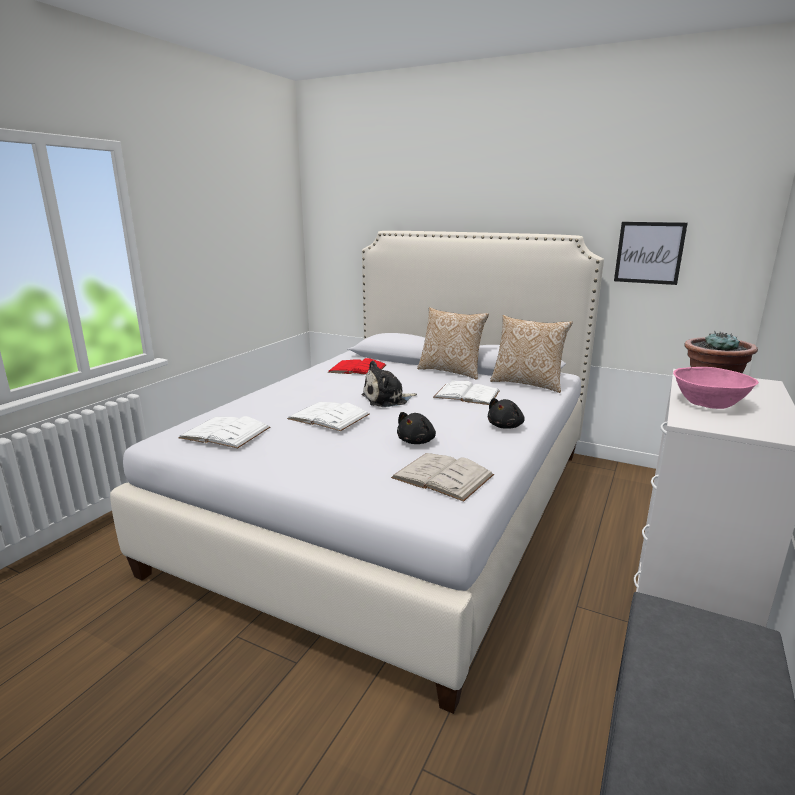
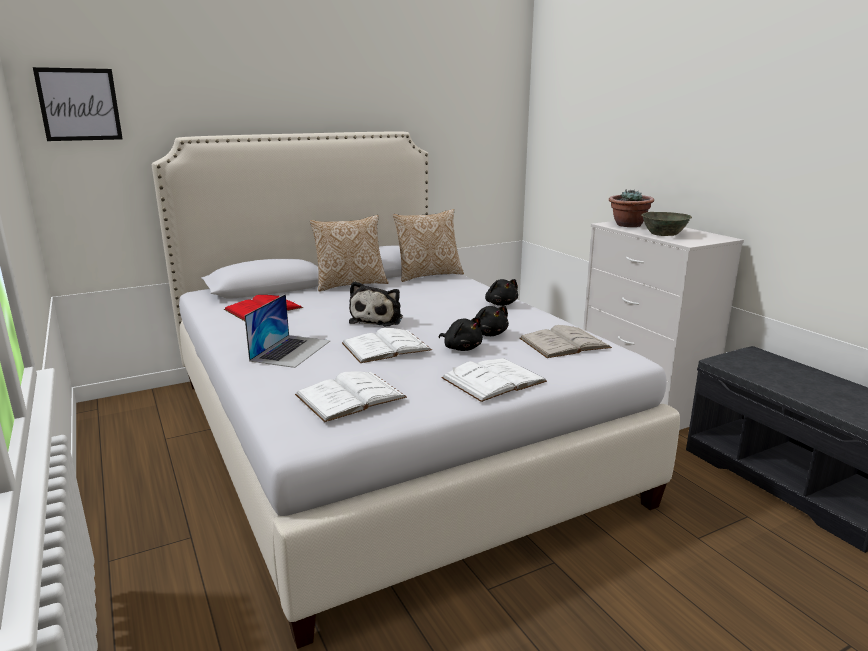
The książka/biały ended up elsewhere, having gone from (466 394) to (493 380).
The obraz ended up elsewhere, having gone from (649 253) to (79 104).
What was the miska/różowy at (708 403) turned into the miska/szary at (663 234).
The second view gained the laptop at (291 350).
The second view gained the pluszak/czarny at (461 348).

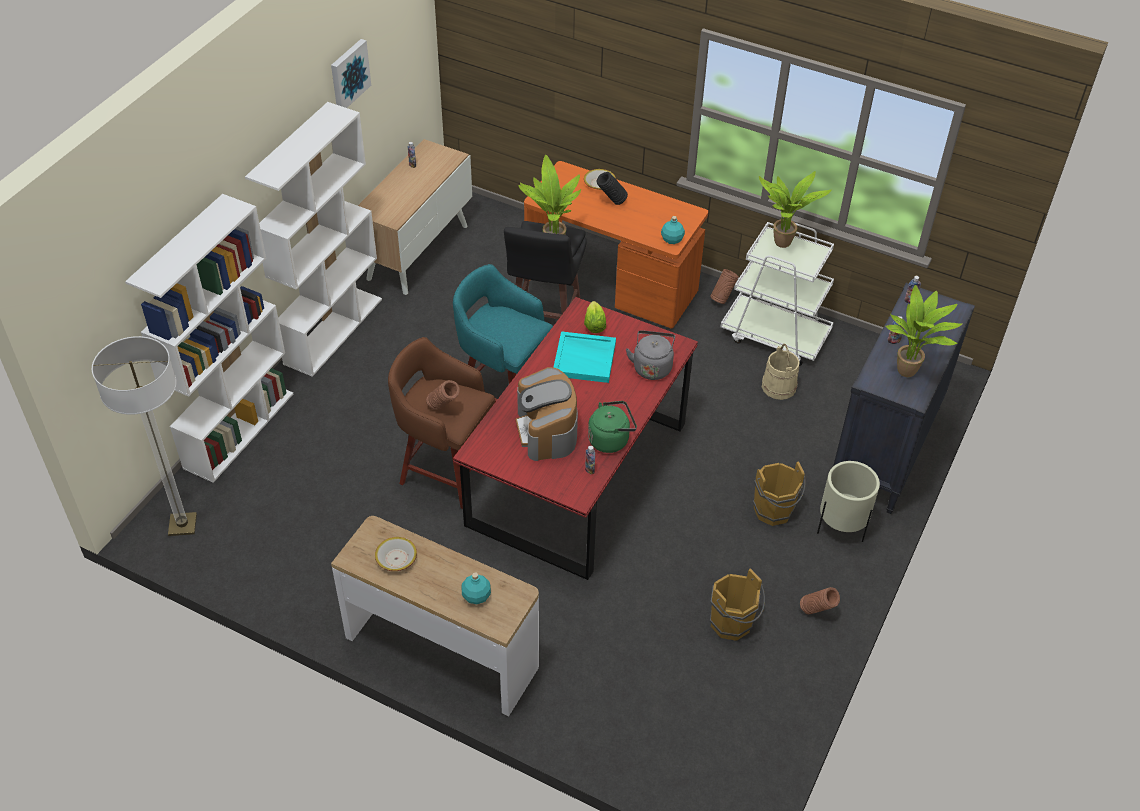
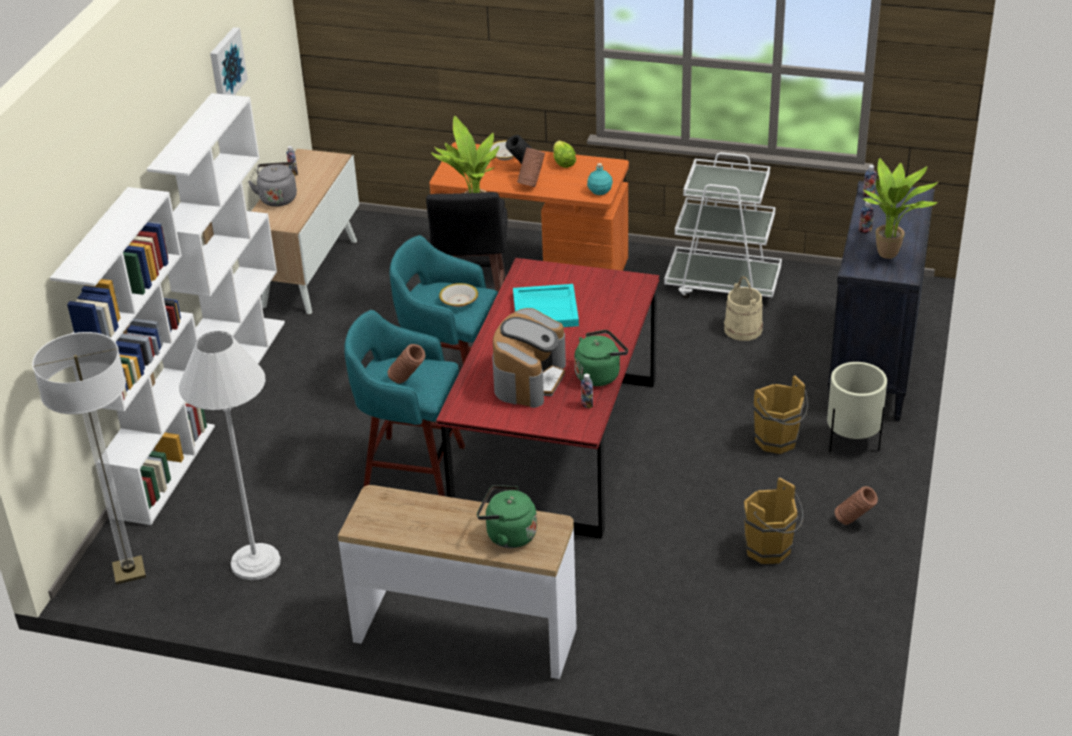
The miska ended up elsewhere, having gone from (396 559) to (459 301).
What was the stołek/brązowy at (446 469) turned into the stołek/turkusowy at (411 466).
Where the butelka/turkusowy stood at (476 596), the czajnik/zielony came to stand at (508 535).
The ekspres do kawy at (547 431) ended up facing another way, 135 degrees counterclockwise from before.
The sałata ended up elsewhere, having gone from (594 325) to (563 163).
The czajnik/szary ended up elsewhere, having gone from (652 367) to (278 198).
The wazon/brązowy ended up elsewhere, having gone from (722 299) to (531 184).
The second view lost the roślina doniczkowa at (783 245).
The second view gained the lampa stojąca/biały at (256 562).

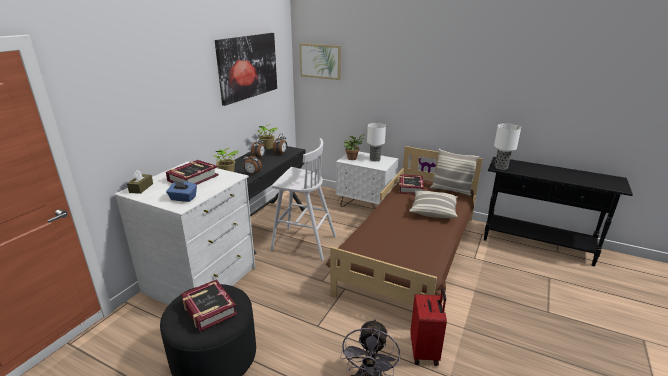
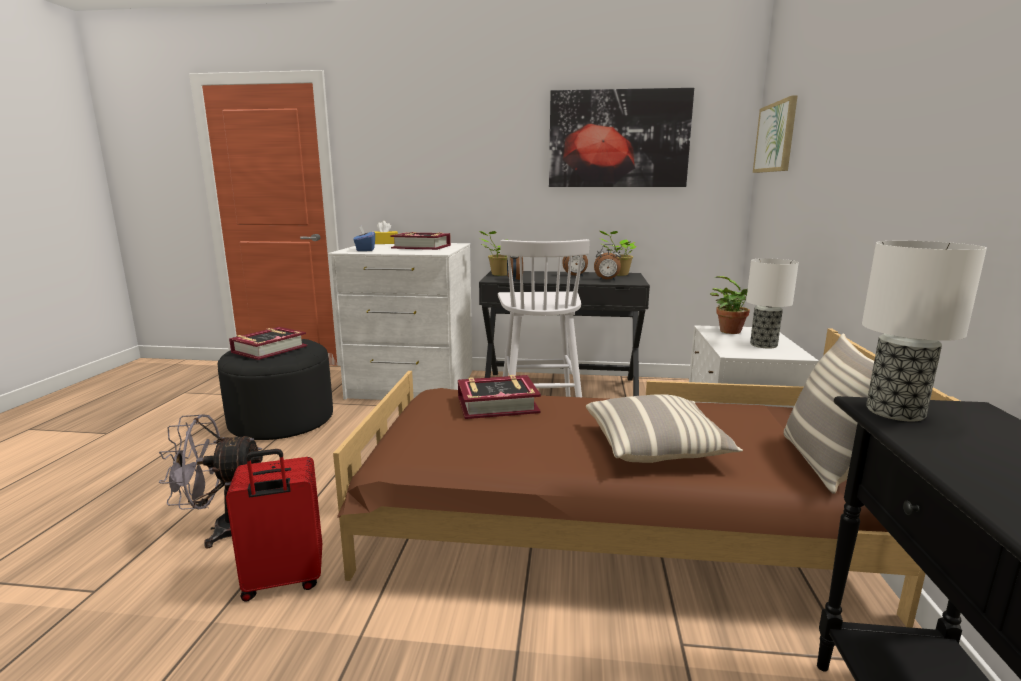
What was the pudełko chusteczek/brązowy at (141 188) turned into the pudełko chusteczek/żółty at (385 243).
The książka ended up elsewhere, having gone from (410 188) to (497 404).

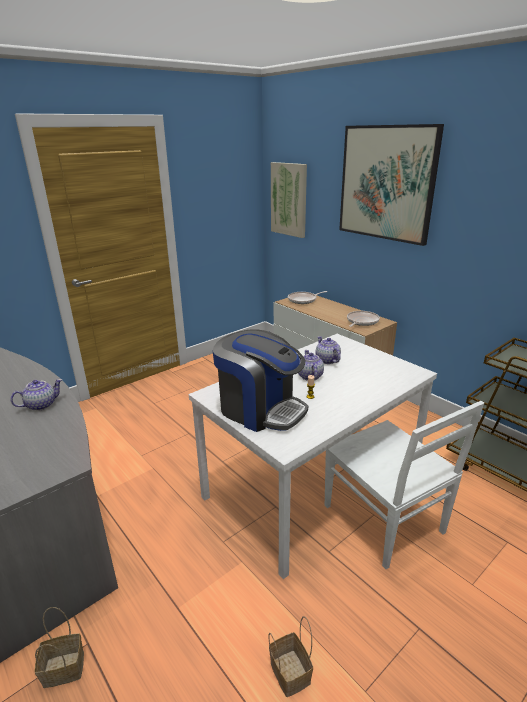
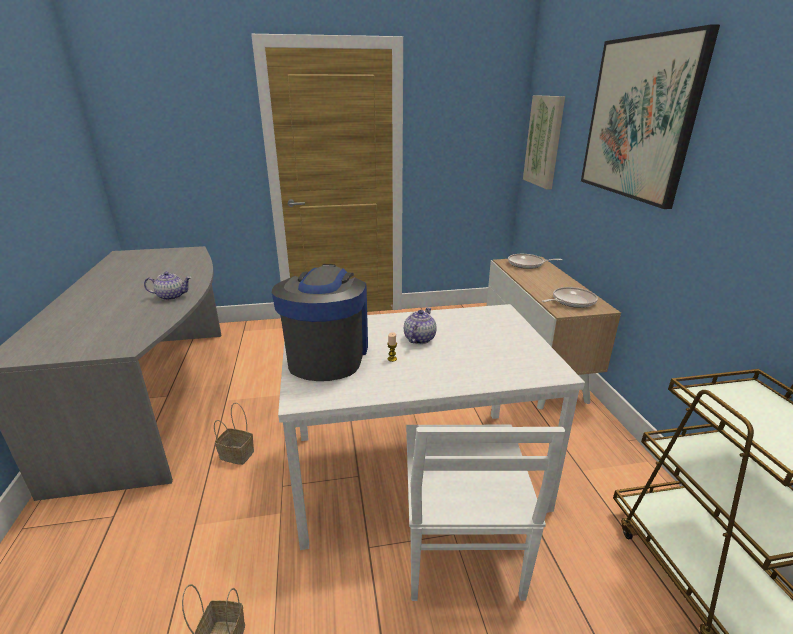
The koszyk ended up elsewhere, having gone from (62 670) to (235 455).
The ekspres do kawy at (260 409) ended up facing another way, 150 degrees counterclockwise from before.
The second view lost the imbryk at (327 360).

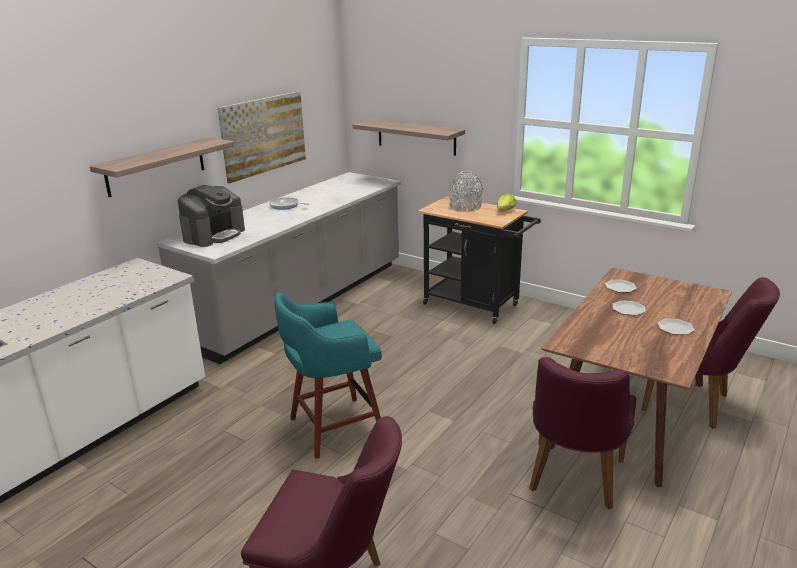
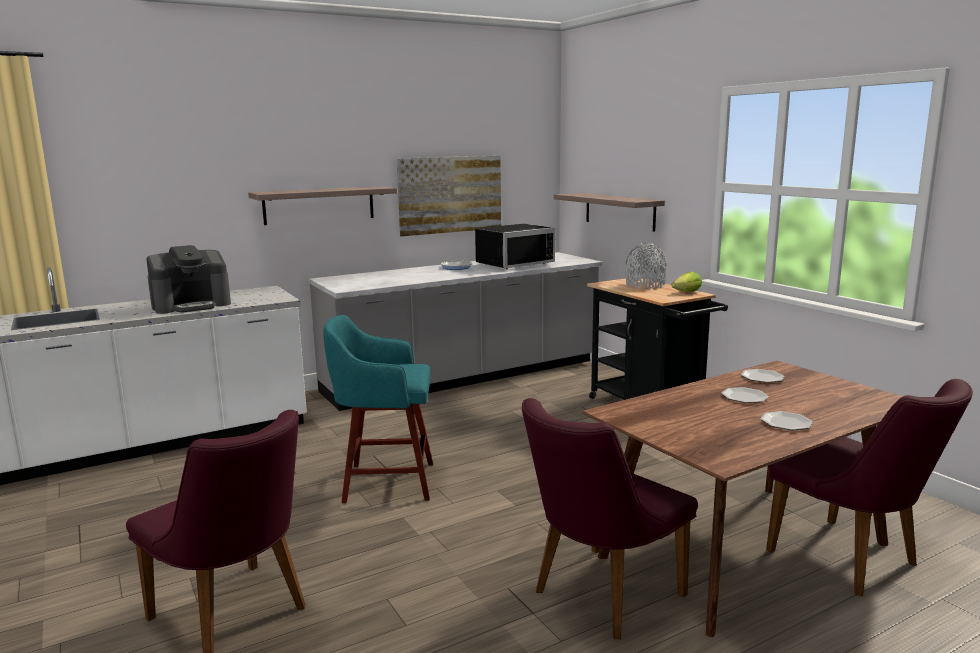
The ekspres do kawy ended up elsewhere, having gone from (214 235) to (192 305).
The second view gained the mikrofalówka/czarny at (512 263).

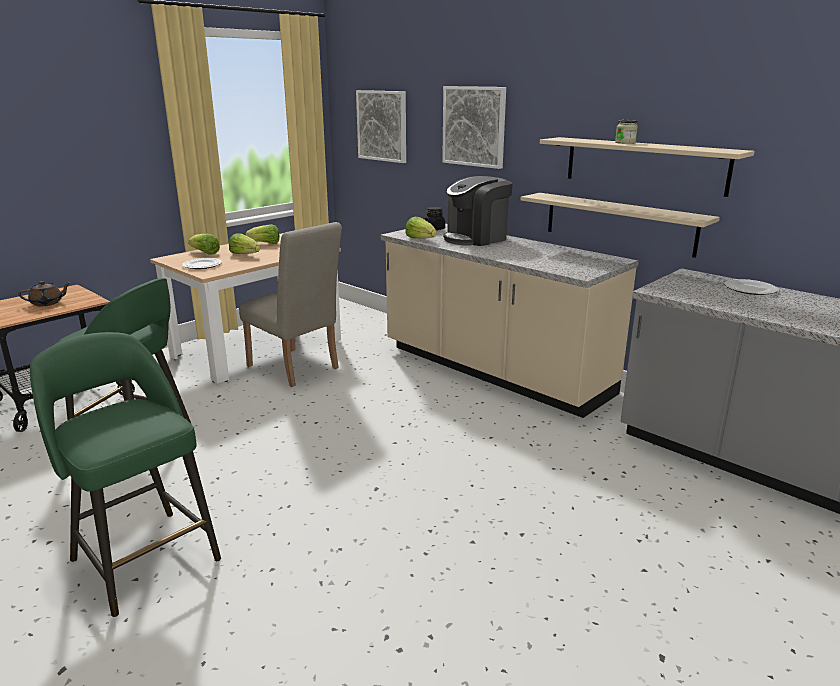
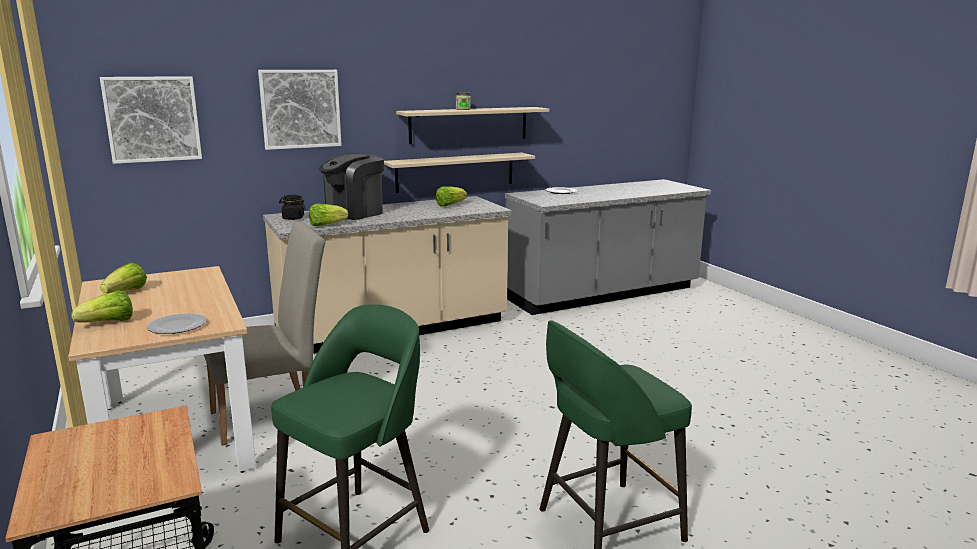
The second view lost the imbryk/brązowy at (47 303).
The sałata ended up elsewhere, having gone from (244 254) to (450 205).
The ekspres do kawy at (476 238) ended up facing another way, 60 degrees clockwise from before.

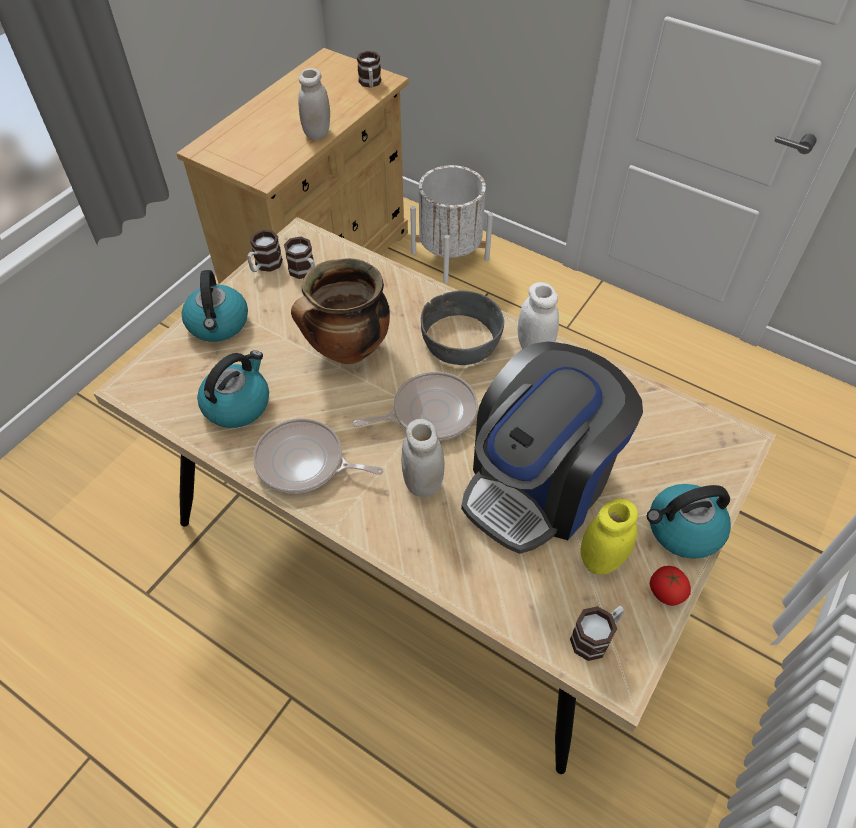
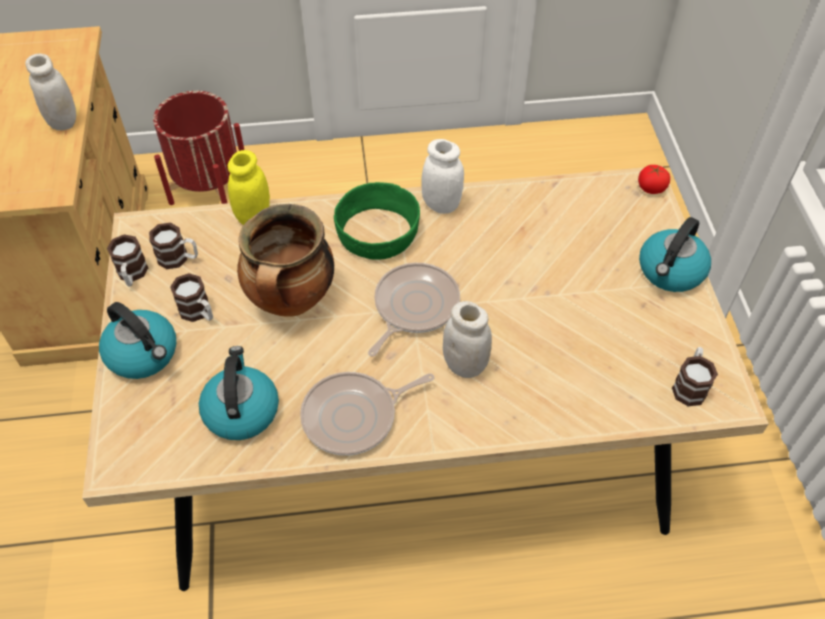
The kubek ended up elsewhere, having gone from (370 84) to (199 312).
What was the donica/biały at (450 256) turned into the donica/czerwony at (209 187).
What was the miska/szary at (462 340) turned into the miska/zielony at (379 233).
The second view lost the ekspres do kawy at (539 483).
The słoik/żółty ended up elsewhere, having gone from (601 560) to (254 217).
The pomidor ended up elsewhere, having gone from (666 592) to (651 188).

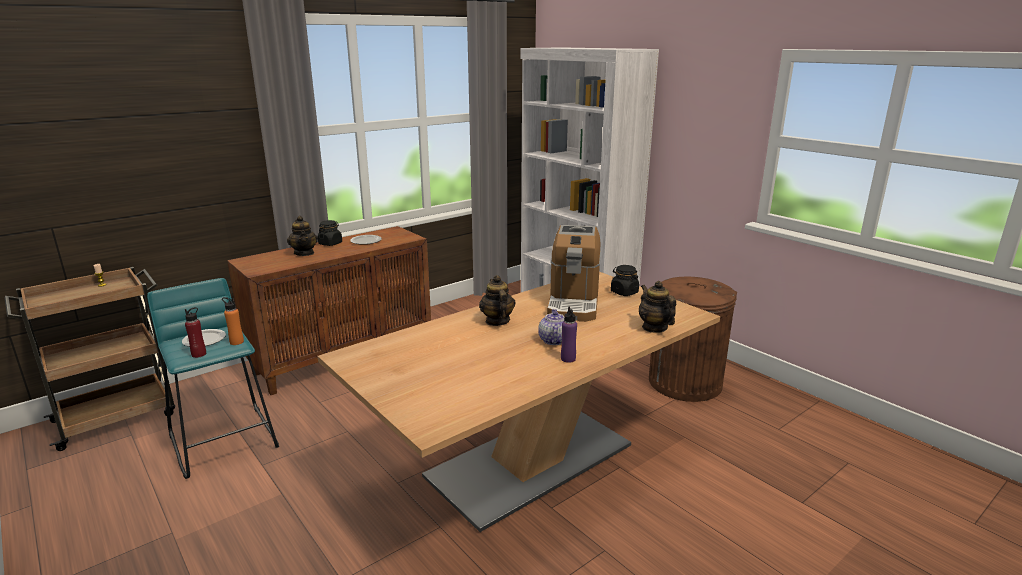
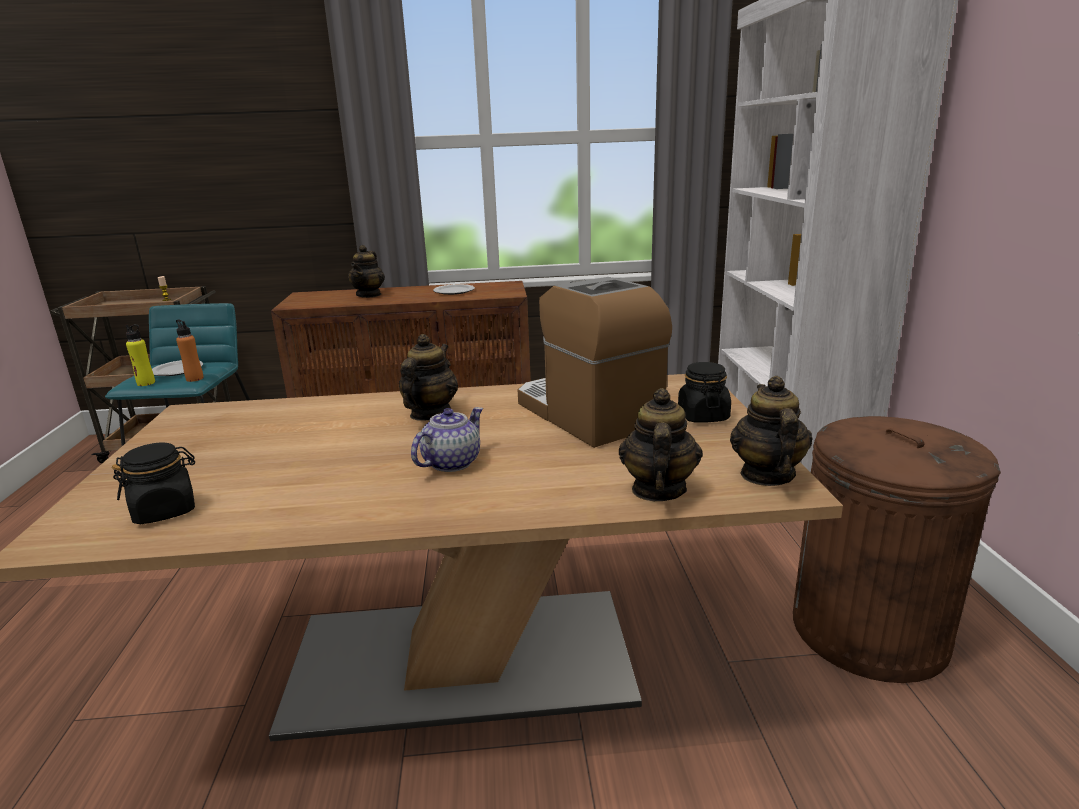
What was the butelka/czerwony at (199 354) turned into the butelka/żółty at (146 383).
The słoik/czarny ended up elsewhere, having gone from (330 243) to (165 510).
The ekspres do kawy at (573 303) ended up facing another way, 105 degrees clockwise from before.
The second view lost the butelka/fioletowy at (568 359).
The second view gained the imbryk at (766 475).

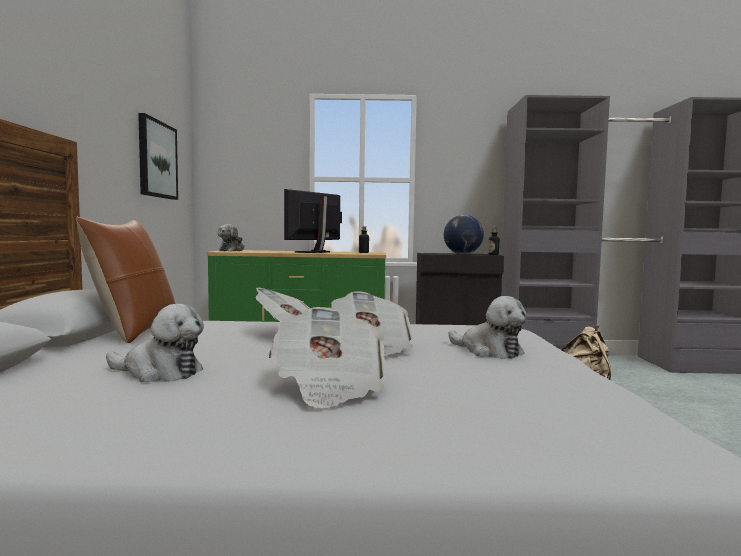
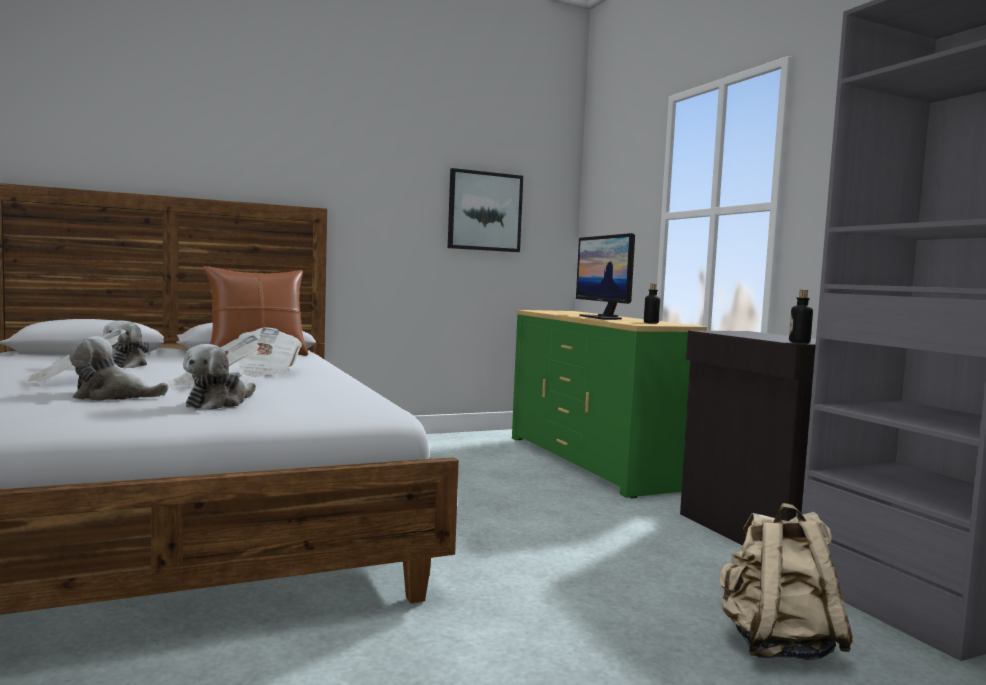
The pluszak ended up elsewhere, having gone from (232 251) to (112 396).
The monitor at (315 252) ended up facing another way, 120 degrees counterclockwise from before.
The second view lost the globus at (462 254).

